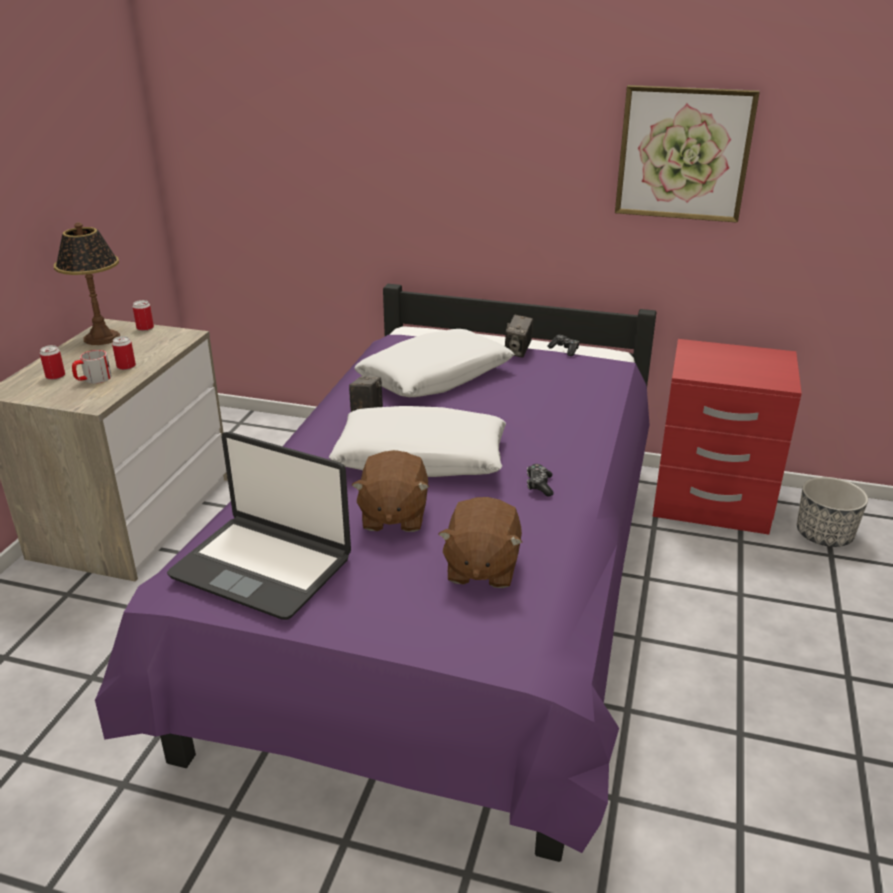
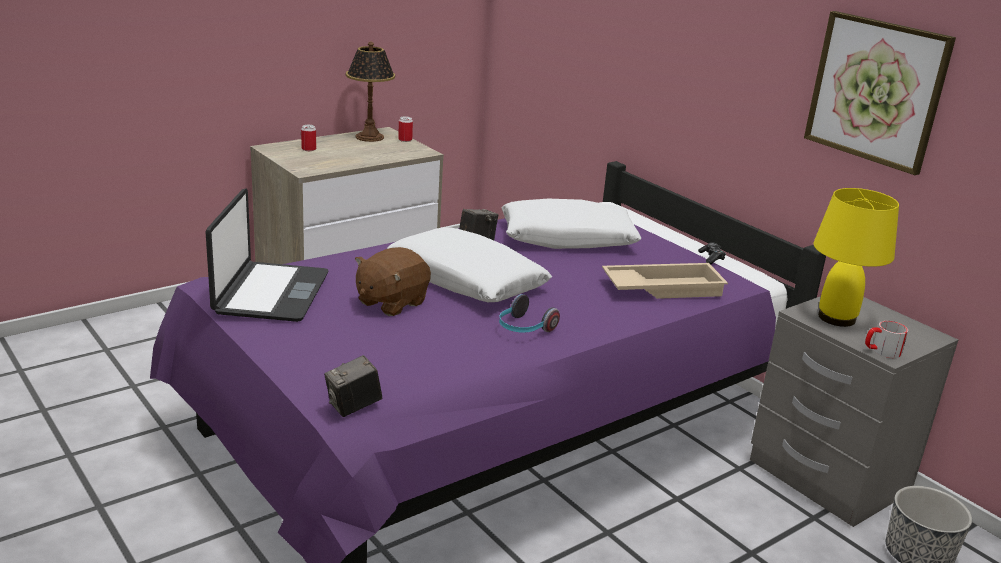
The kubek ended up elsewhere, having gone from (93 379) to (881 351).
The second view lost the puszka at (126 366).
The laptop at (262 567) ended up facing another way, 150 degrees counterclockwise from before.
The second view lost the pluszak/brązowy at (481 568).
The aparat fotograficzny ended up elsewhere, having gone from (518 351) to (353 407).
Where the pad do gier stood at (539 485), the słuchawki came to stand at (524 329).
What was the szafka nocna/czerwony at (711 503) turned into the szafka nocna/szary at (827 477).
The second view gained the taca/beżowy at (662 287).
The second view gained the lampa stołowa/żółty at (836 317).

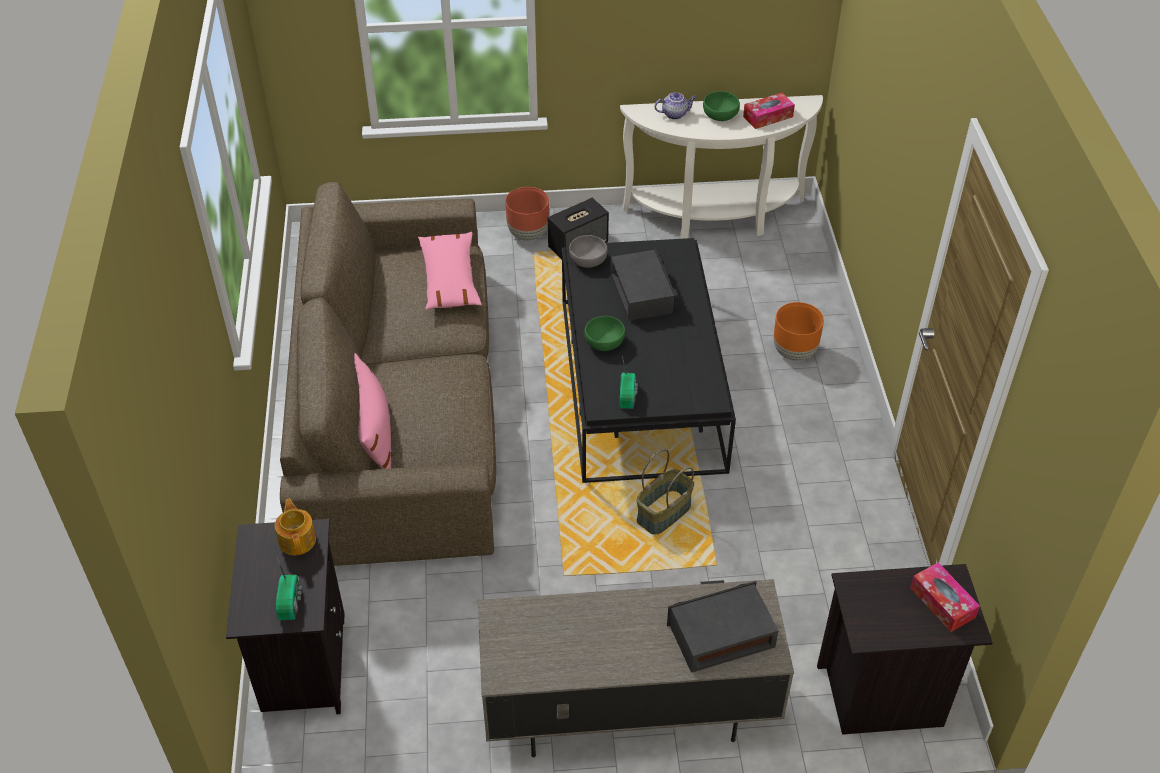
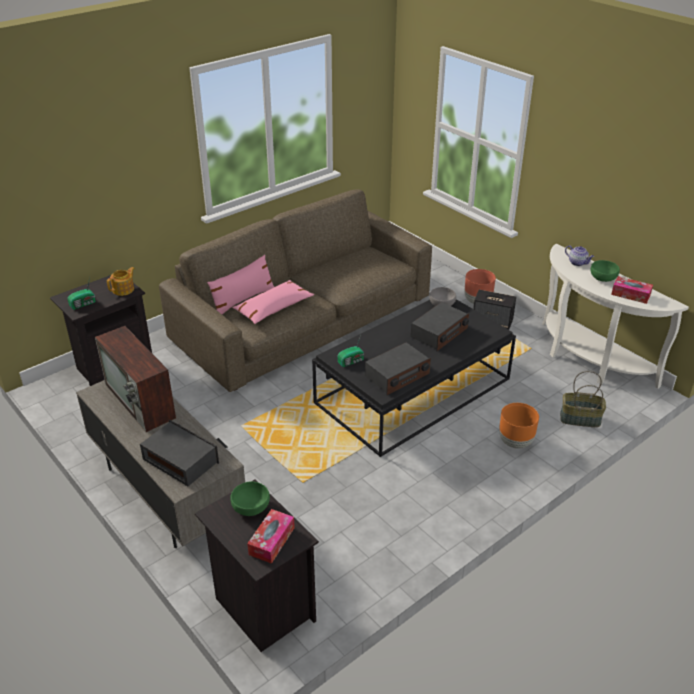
The poduszka/różowy ended up elsewhere, having gone from (450 279) to (273 308).
The miska/zielony ended up elsewhere, having gone from (605 342) to (251 507).
The koszyk ended up elsewhere, having gone from (664 514) to (579 419).
The second view gained the telewizor at (141 401).
The second view gained the radio at (397 375).

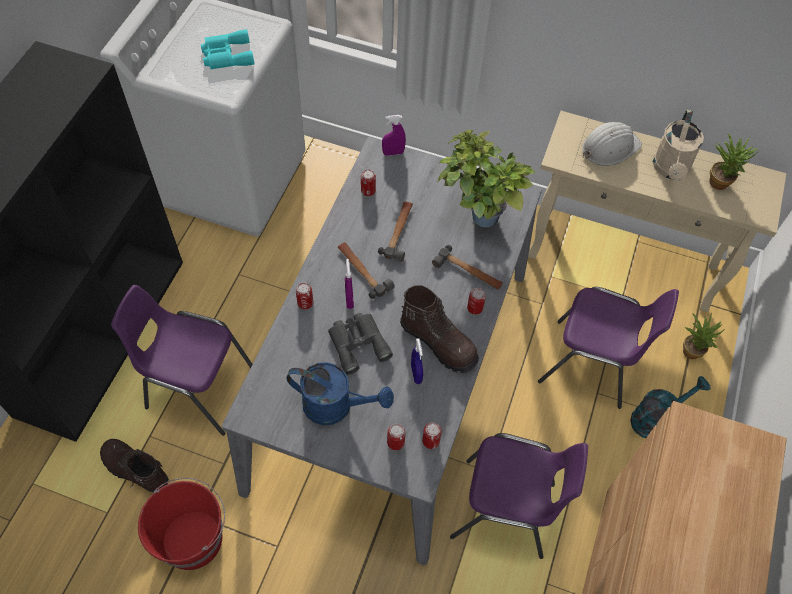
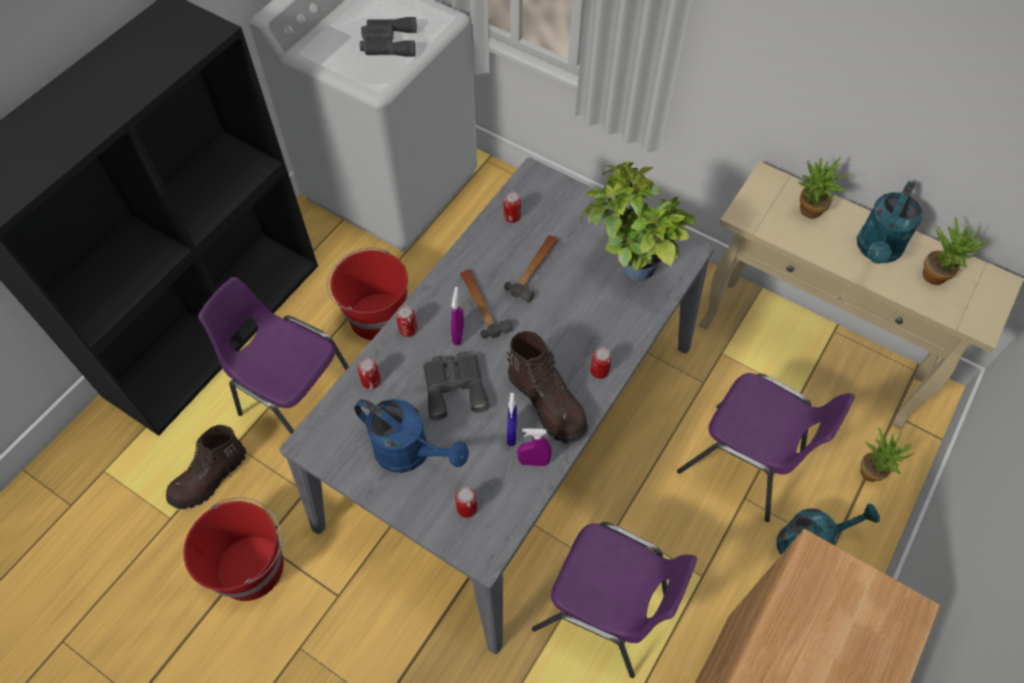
The but z cholewką/brązowy at (134 470) ended up facing another way, 90 degrees counterclockwise from before.
What was the lornetka/turkusowy at (226 55) turned into the lornetka/szary at (387 42).
The spryskiwacz/fioletowy ended up elsewhere, having gone from (393 153) to (533 462).
The puszka ended up elsewhere, having gone from (431 441) to (371 381).
The second view lost the młotek at (468 272).
Where the kask/biały stood at (609 147), the roślina doniczkowa came to stand at (807 213).
What was the konewka/beżowy at (670 170) turned into the konewka/turkusowy at (877 251).
The second view gained the wiadro/czerwony at (376 316).

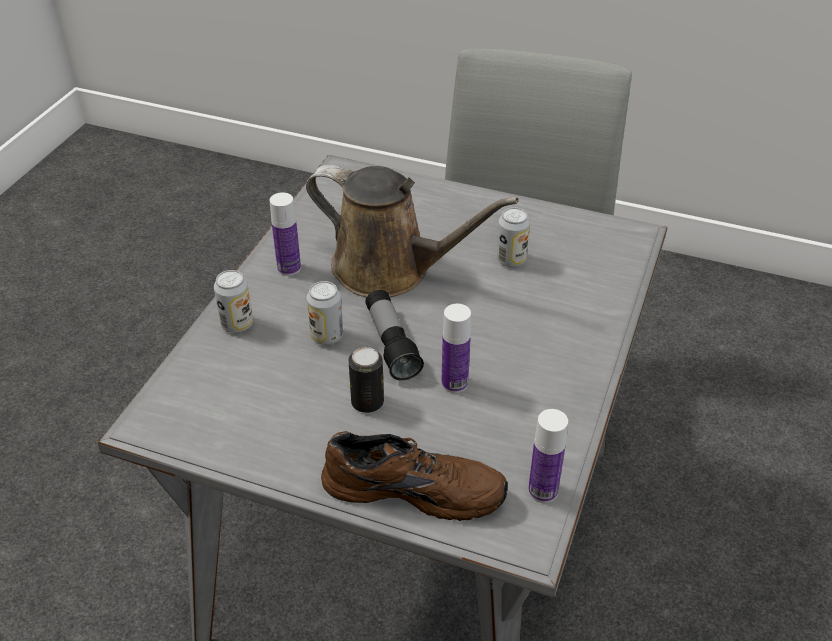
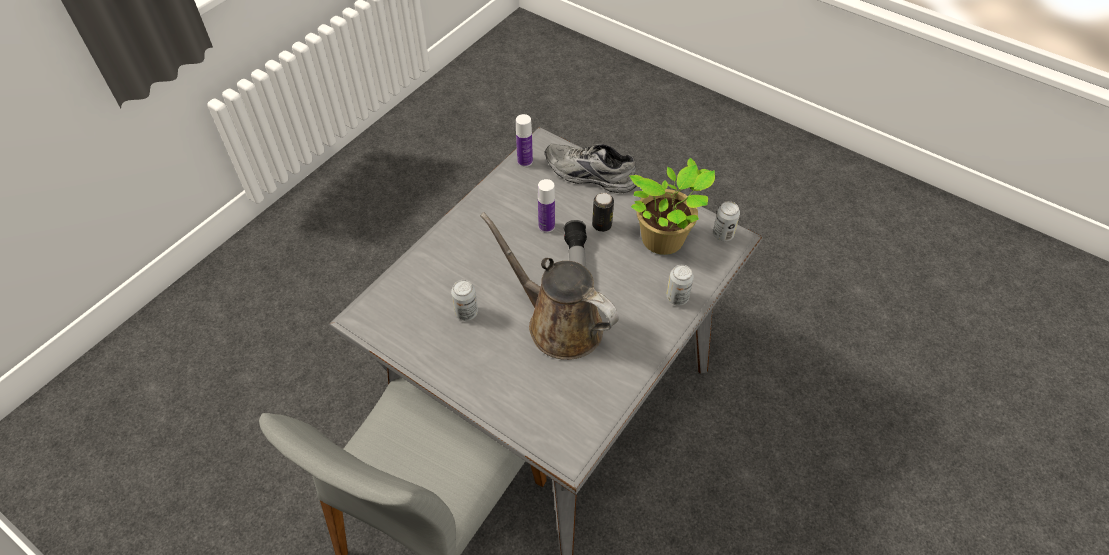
The second view lost the butelka at (289 268).
The puszka ended up elsewhere, having gone from (327 336) to (723 234).
What was the but/brązowy at (414 487) turned into the but/szary at (589 175).
The second view gained the roślina doniczkowa at (665 241).

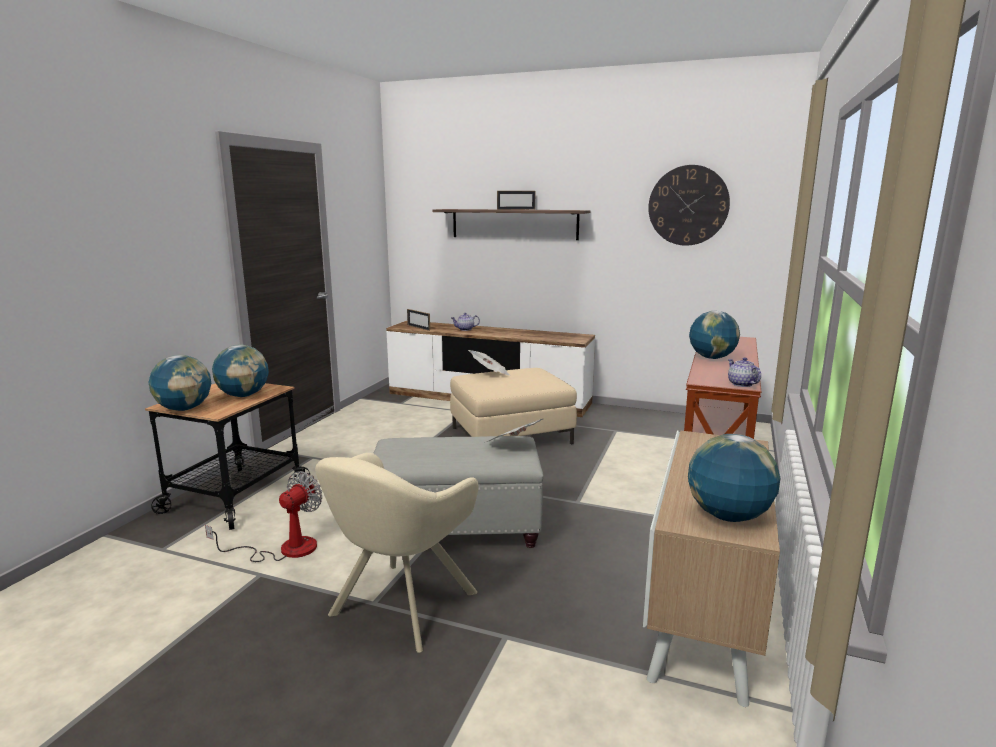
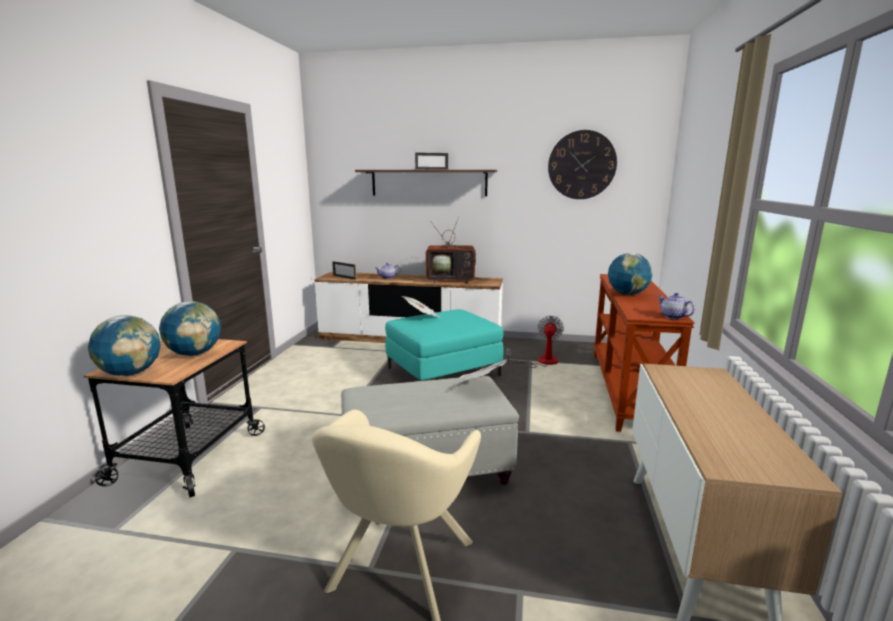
The wentylator ended up elsewhere, having gone from (284 549) to (541 362).
What was the pufa/beżowy at (511 435) turned into the pufa/turkusowy at (443 371).
The second view lost the globus at (728 516).
The second view gained the telewizor at (452 280).

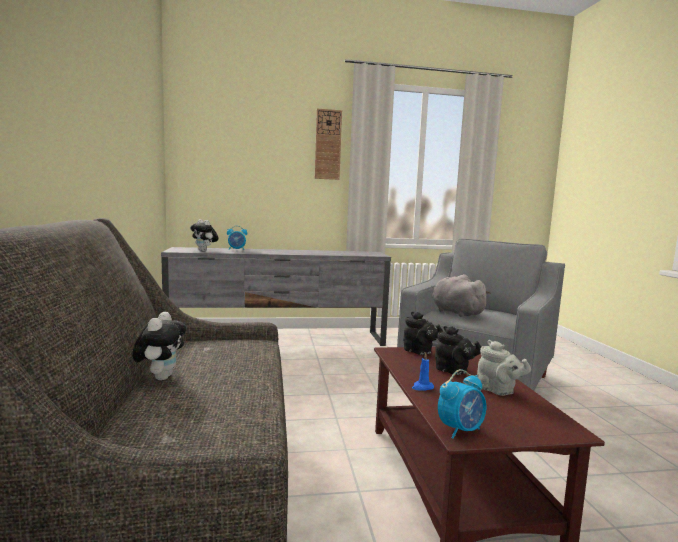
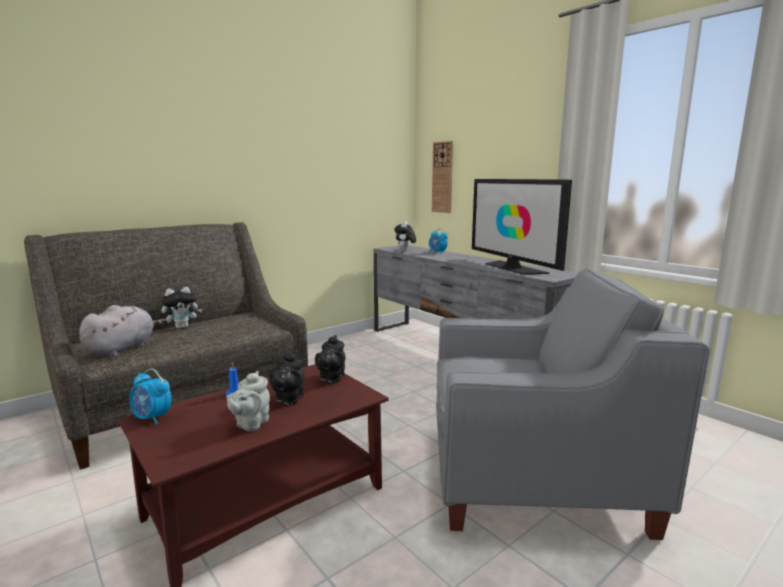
The zegar ścienny ended up elsewhere, having gone from (328 144) to (442 177).
The pluszak/szary ended up elsewhere, having gone from (455 312) to (123 348).
The second view gained the telewizor at (513 268).

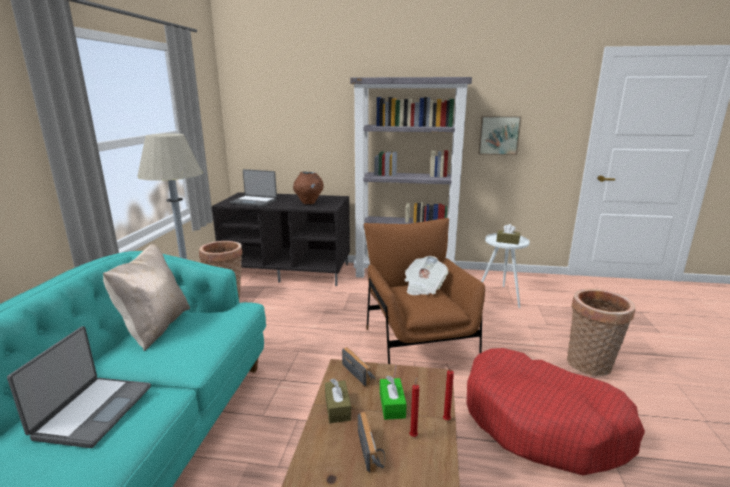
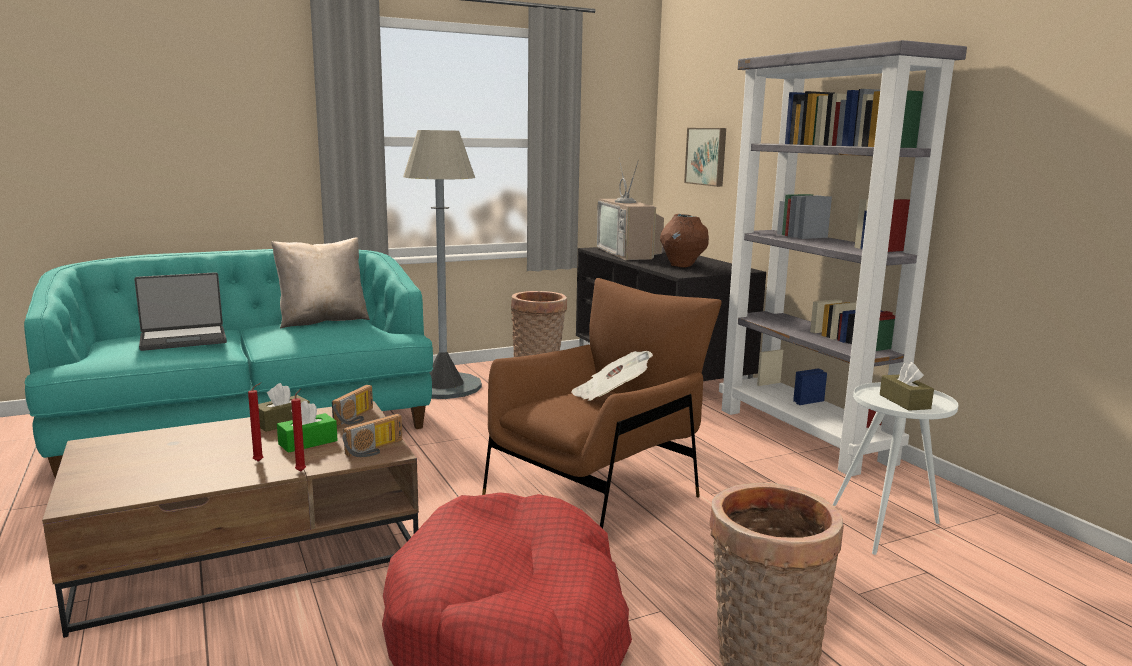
Where the laptop stood at (254 202), the telewizor came to stand at (629 253).
The radio ended up elsewhere, having gone from (372 451) to (375 450).
The obraz ended up elsewhere, having gone from (498 135) to (707 156).

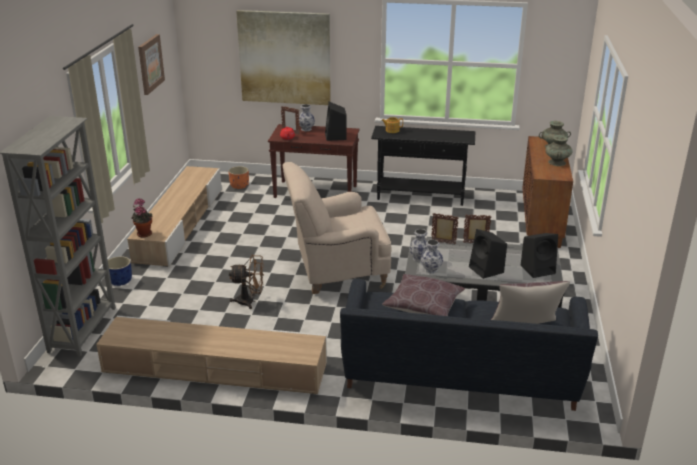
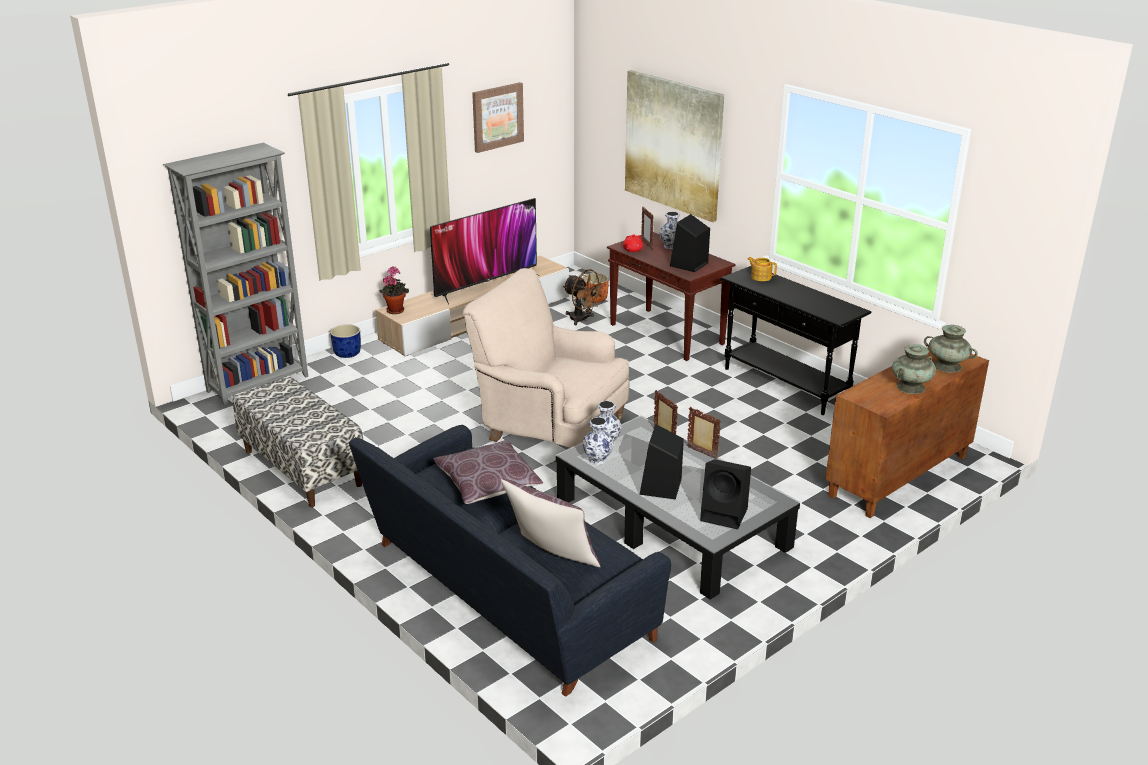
Where the szafka pod telewizor/beżowy stood at (214 369), the ławka came to stand at (302 468).
The wentylator/brązowy ended up elsewhere, having gone from (250 301) to (582 320).
The second view gained the telewizor at (485 284).

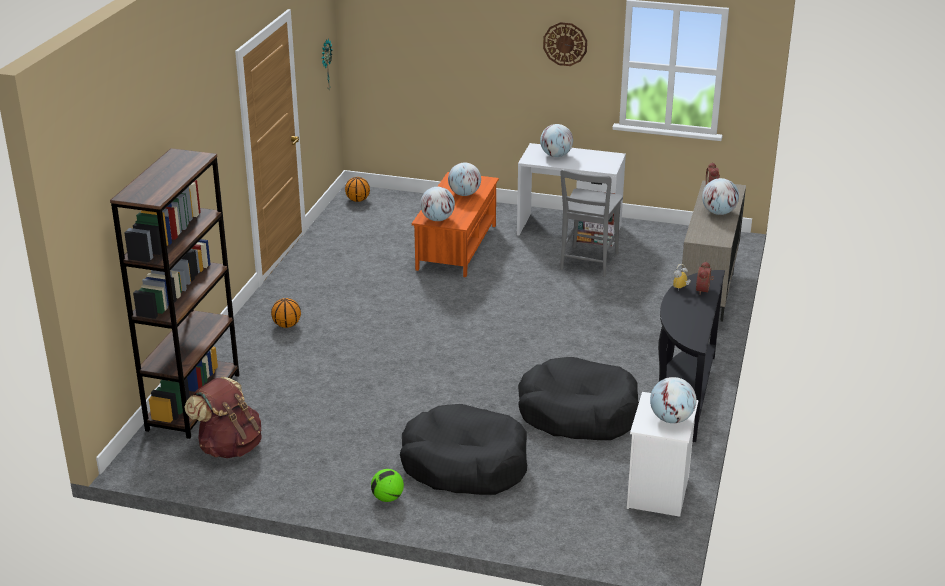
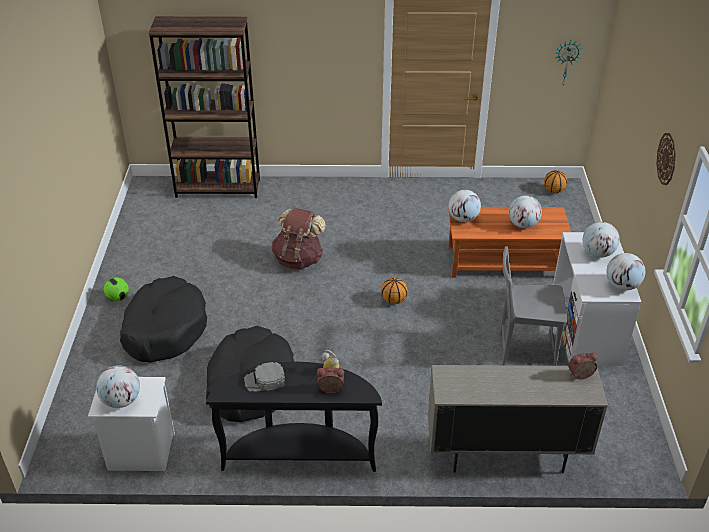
The plecak/brązowy ended up elsewhere, having gone from (229 447) to (299 259).
The piłka do koszykówki ended up elsewhere, having gone from (287 325) to (394 300).
The globus ended up elsewhere, having gone from (718 213) to (622 285).
The second view gained the czapka z daszkiem/szary at (264 380).

